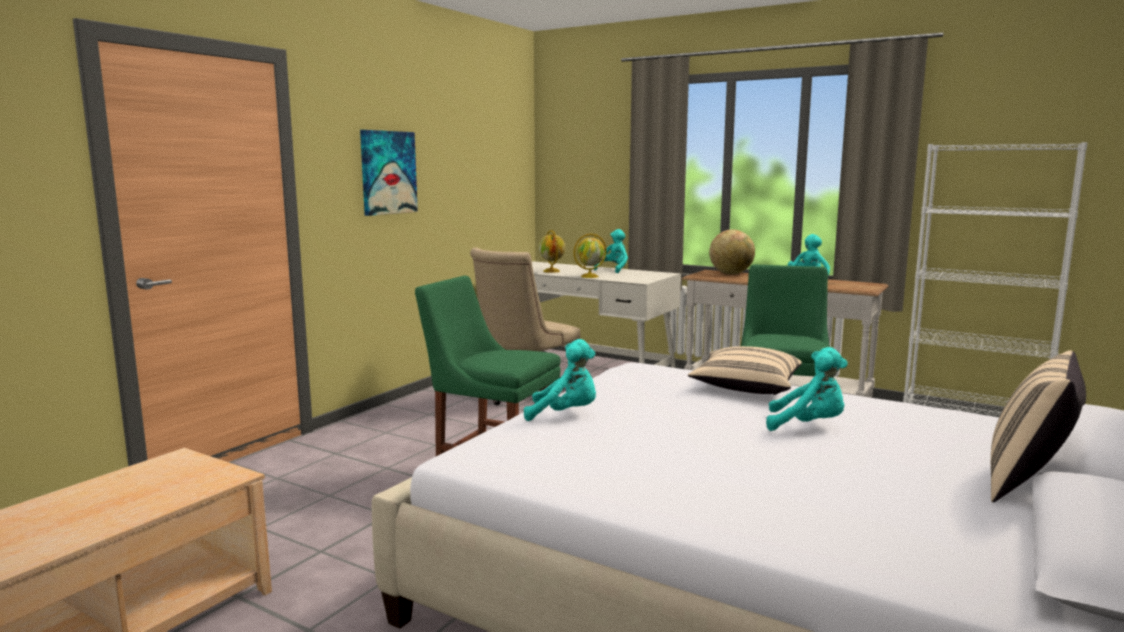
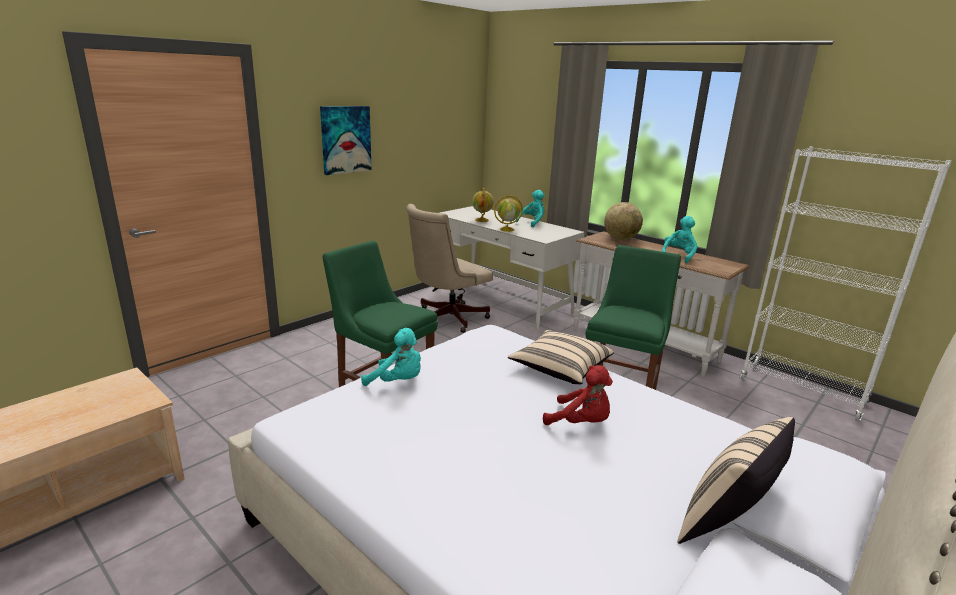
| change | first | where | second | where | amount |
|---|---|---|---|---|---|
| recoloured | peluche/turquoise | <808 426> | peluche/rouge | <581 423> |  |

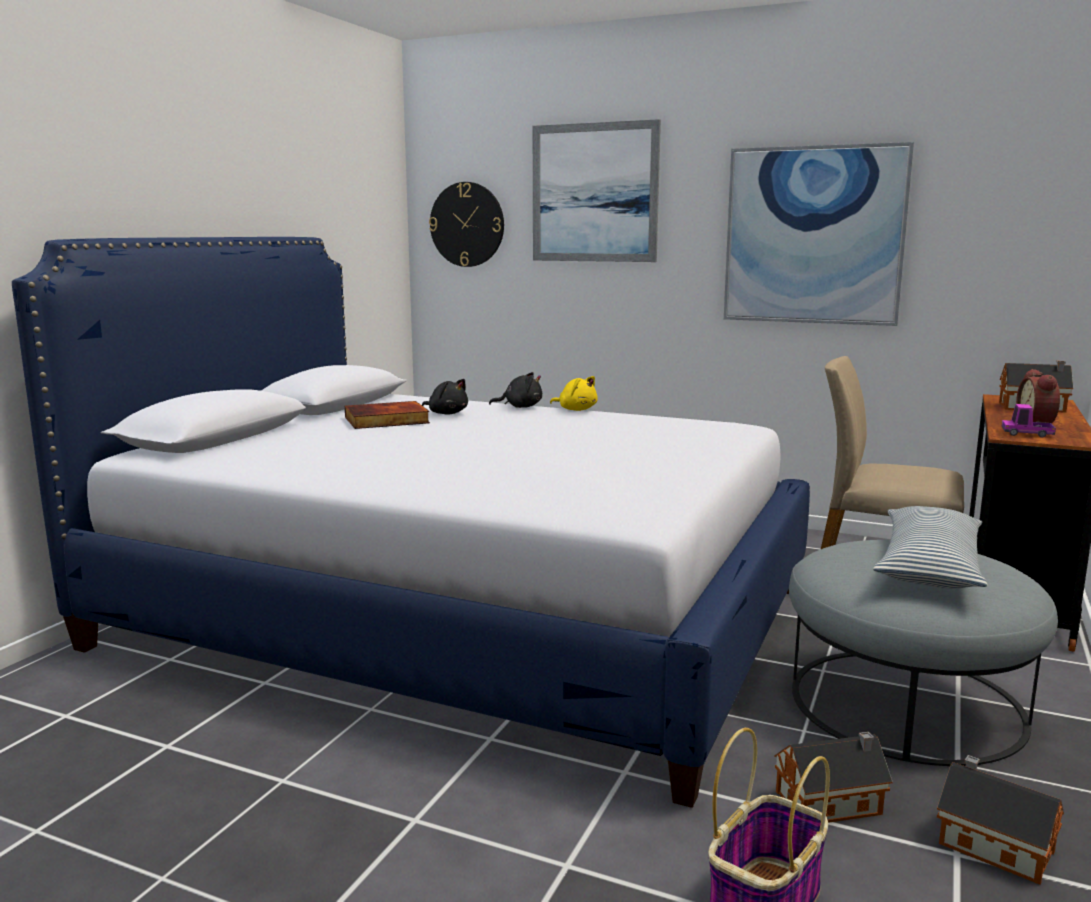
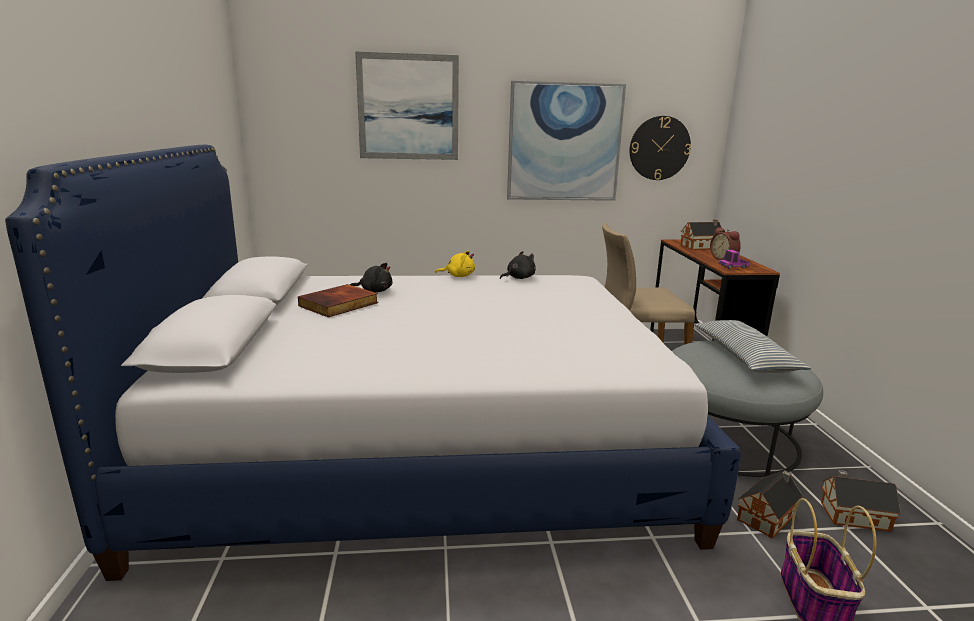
| change | first | where | second | where | amount |
|---|---|---|---|---|---|
| moved | peluche/noir | <520 407> |  | <518 278> |  |
| moved | horloge murale | <467 224> |  | <659 148> |  |

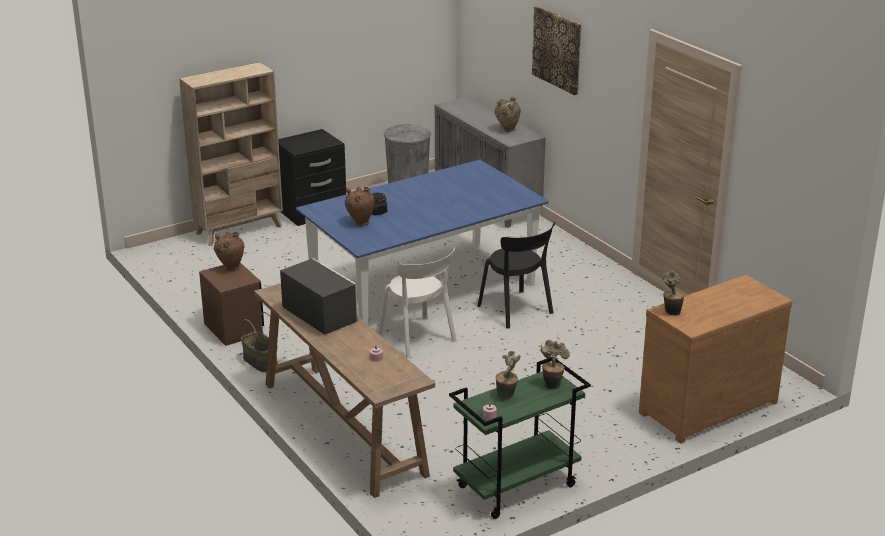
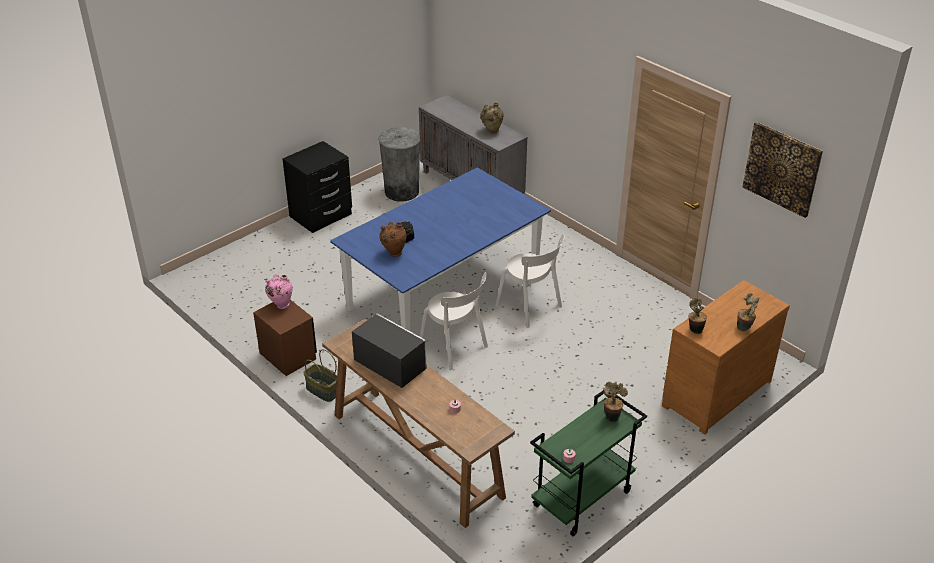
| change | first | where | second | where | amount |
|---|---|---|---|---|---|
| recoloured | vase/marron | <231 268> | vase/rose | <281 305> |  |
| recoloured | chaise/noir | <517 311> | chaise/blanc | <530 307> |  |
| moved | plante en pot | <507 396> |  | <745 328> |  |
| moved | tableau | <557 50> |  | <782 168> |  |
| removed | bibliothèque/beige | <240 230> |  |  |  |

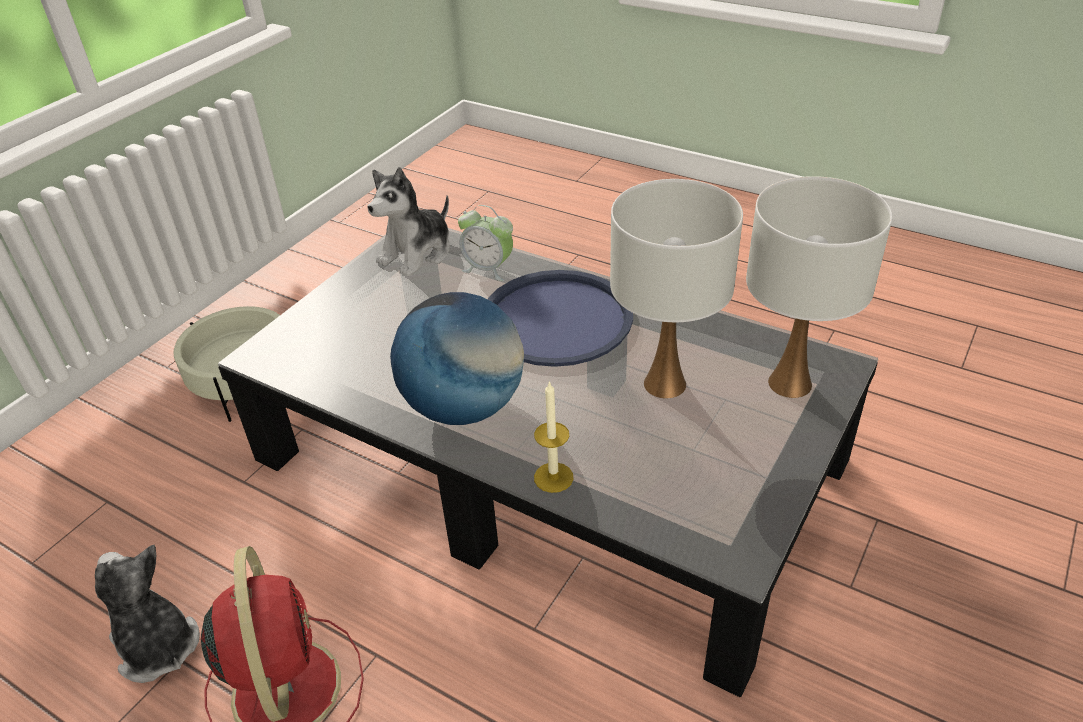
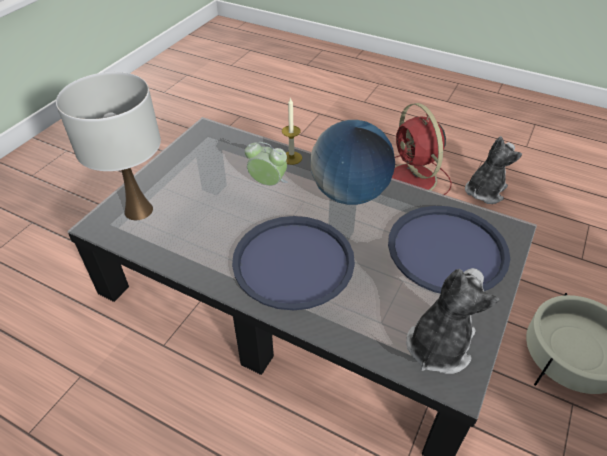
| change | first | where | second | where | amount |
|---|---|---|---|---|---|
| moved | réveil | <488 269> |  | <268 183> |  |
| added |  |  | plateau/bleu | <447 250> |  |
| turned | peluche | <157 646> |  | <484 191> | 90 degrees counterclockwise |
| removed | lampe de table/blanc | <665 384> |  |  |  |

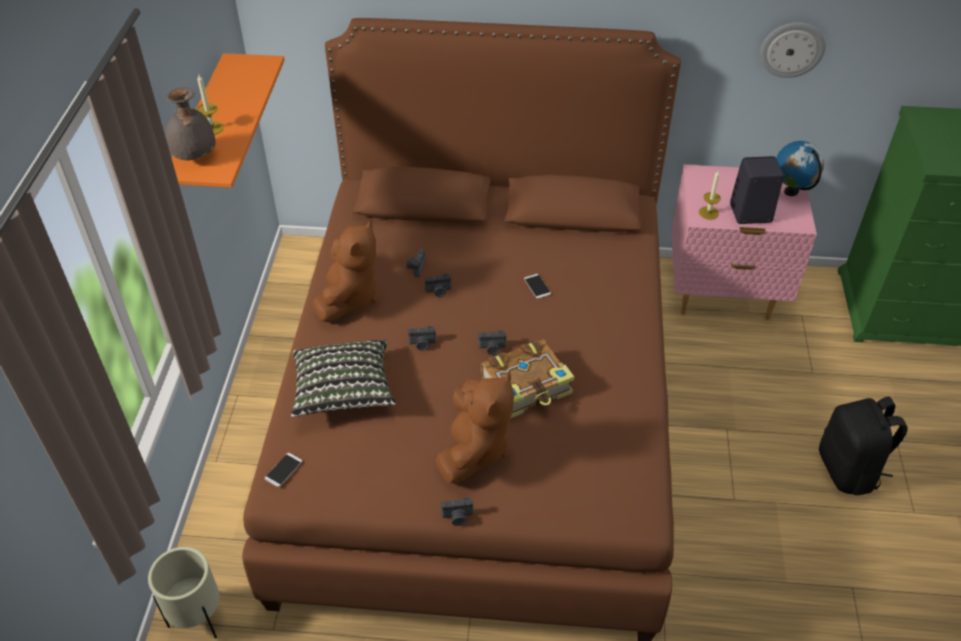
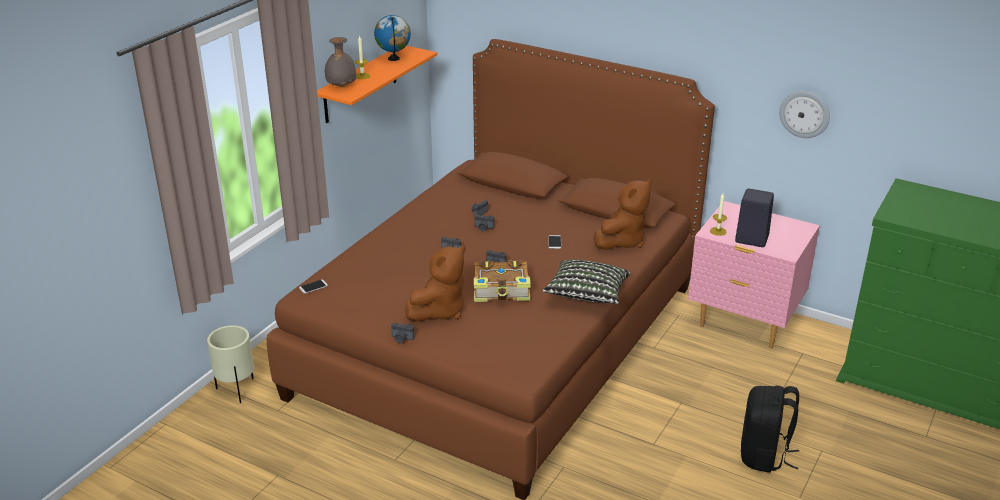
| change | first | where | second | where | amount |
|---|---|---|---|---|---|
| moved | globe | <791 191> |  | <394 59> |  |
| moved | coussin | <343 391> |  | <587 295> |  |
| moved | peluche/marron | <349 297> |  | <622 241> |  |

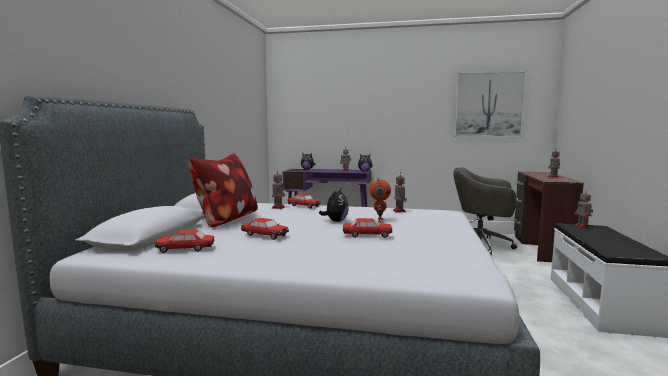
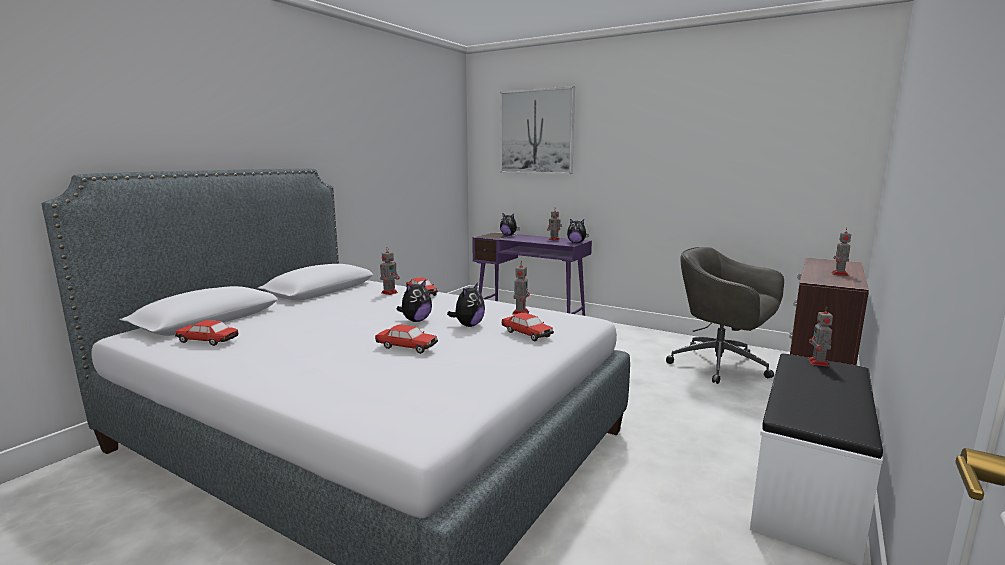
| change | first | where | second | where | amount |
|---|---|---|---|---|---|
| replaced | robot jouet | <379 220> | peluche | <468 325> |  |
| moved | tableau | <488 104> |  | <536 132> |  |
| moved | petite voiture | <264 235> |  | <526 334> |  |
| removed | coussin | <226 220> |  |  |  |

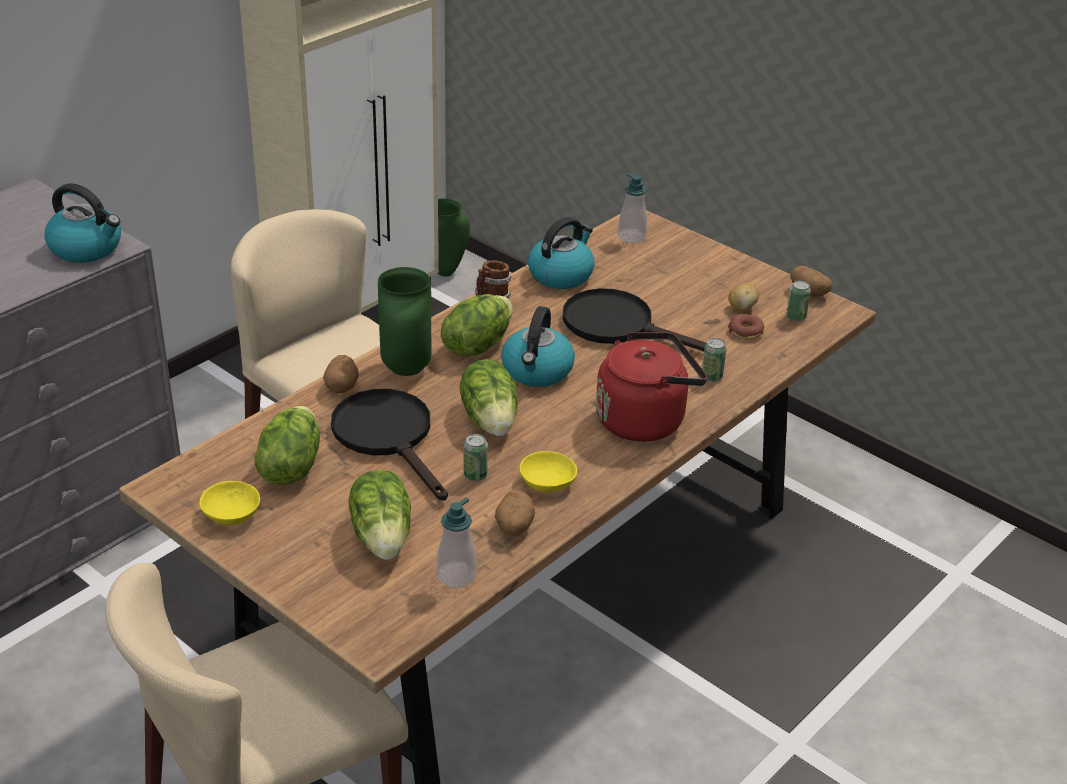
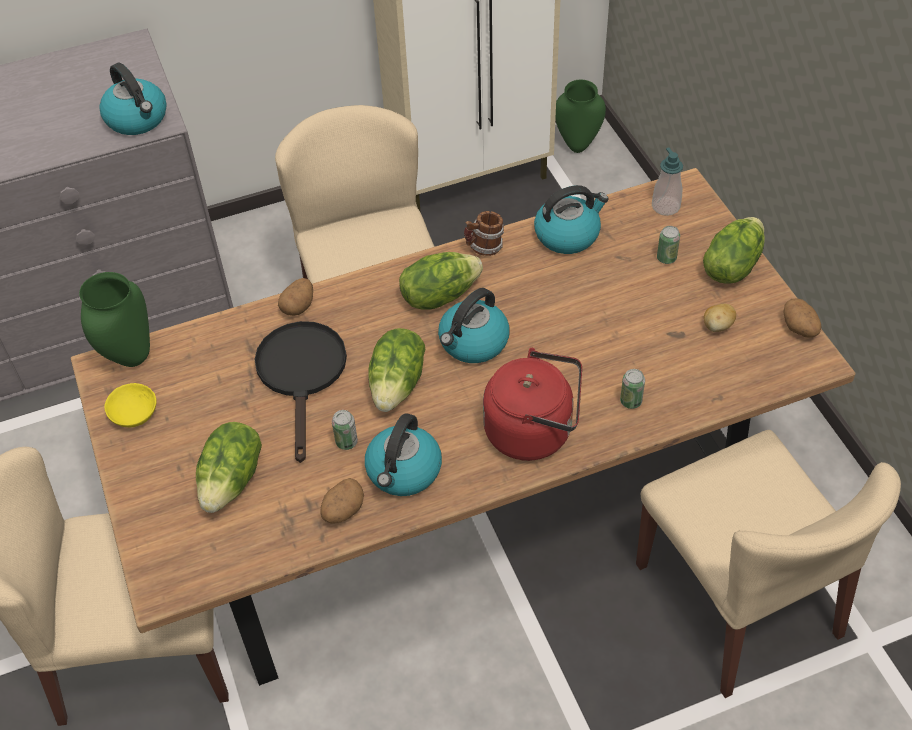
| change | first | where | second | where | amount |
|---|---|---|---|---|---|
| moved | vase/vert | <407 369> |  | <131 358> |  |
| replaced | bol/jaune | <549 481> | bouilloire | <404 471> |  |
| added |  |  | chaise/beige | <738 600> |  |
| moved | boîte métallique | <795 317> |  | <666 258> |  |
| moved | laitue | <290 467> |  | <731 266> |  |
| removed | distributeur de savon | <456 576> |  |  |  |
| removed | poêle/noir | <619 326> |  |  |  |
| removed | beignet | <745 332> |  |  |  |

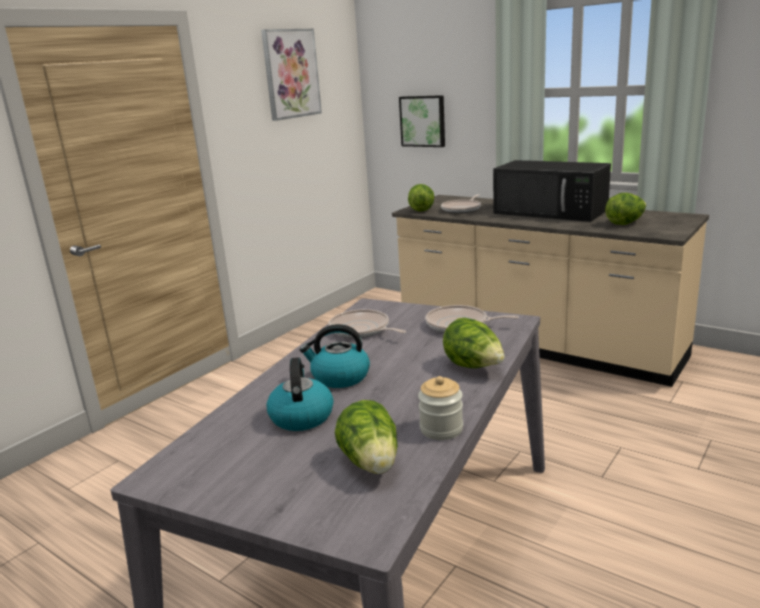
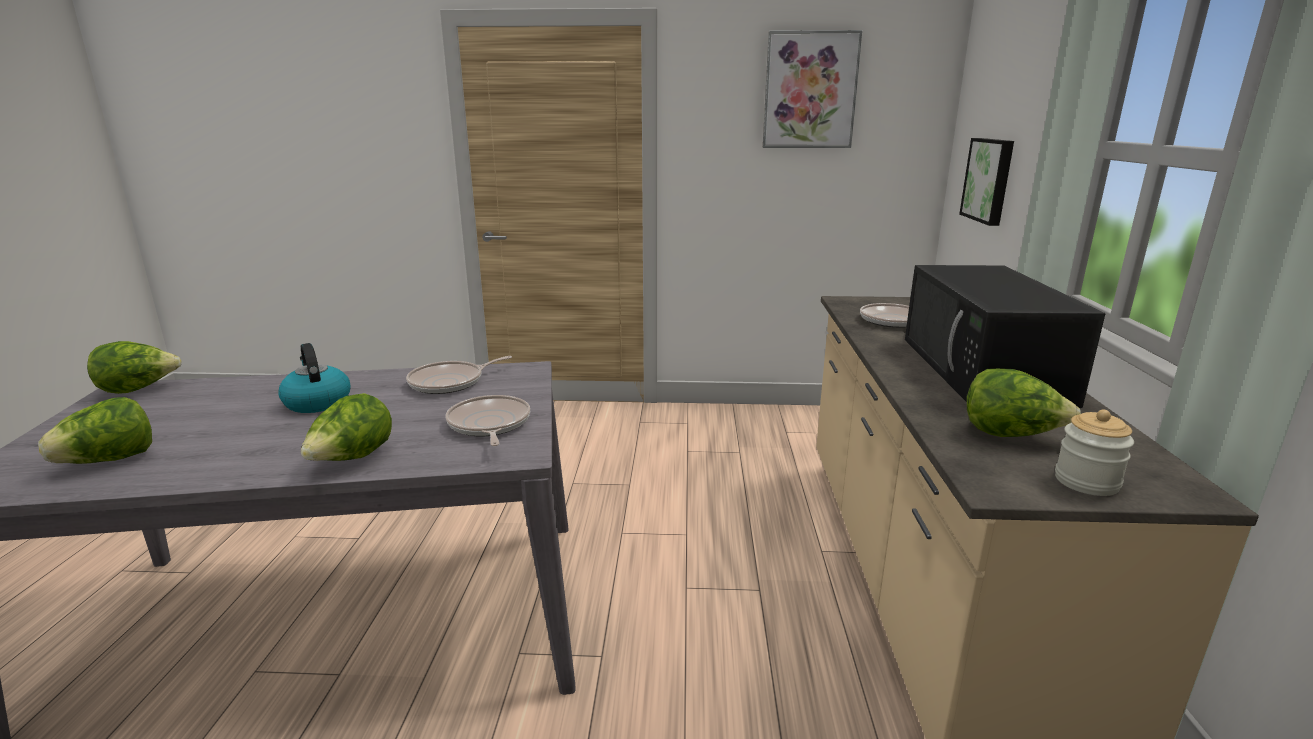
| change | first | where | second | where | amount |
|---|---|---|---|---|---|
| moved | laitue | <421 210> |  | <139 389> |  |
| turned | poêle | <362 330> |  | <450 382> | 135 degrees counterclockwise |
| moved | bocal | <441 429> |  | <1086 482> |  |
| removed | bouilloire | <301 416> |  |  |  |

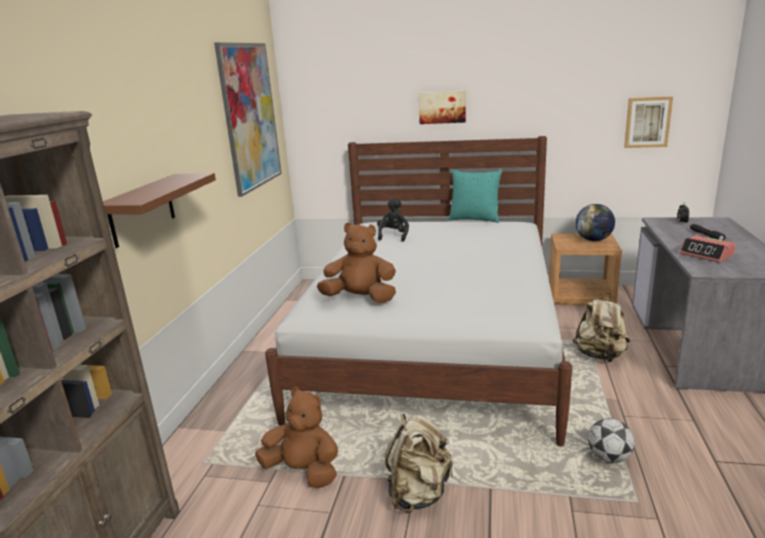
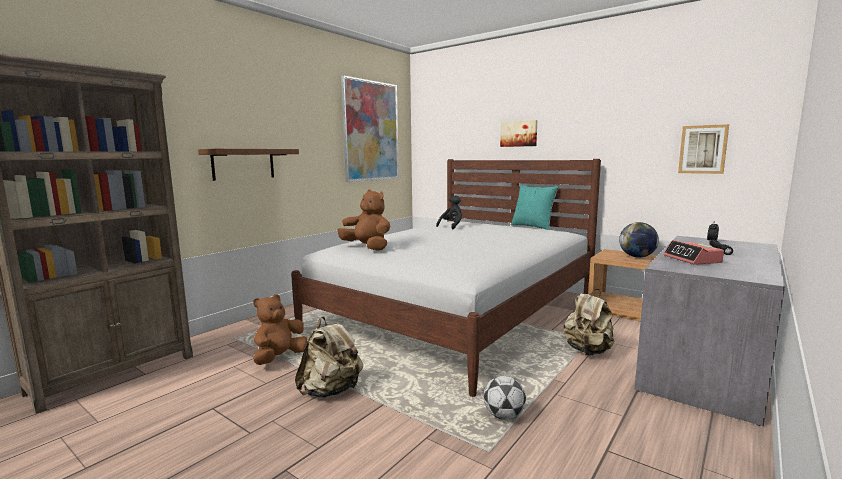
| change | first | where | second | where | amount |
|---|---|---|---|---|---|
| turned | peluche/marron | <303 471> |  | <279 358> | 105 degrees counterclockwise |

